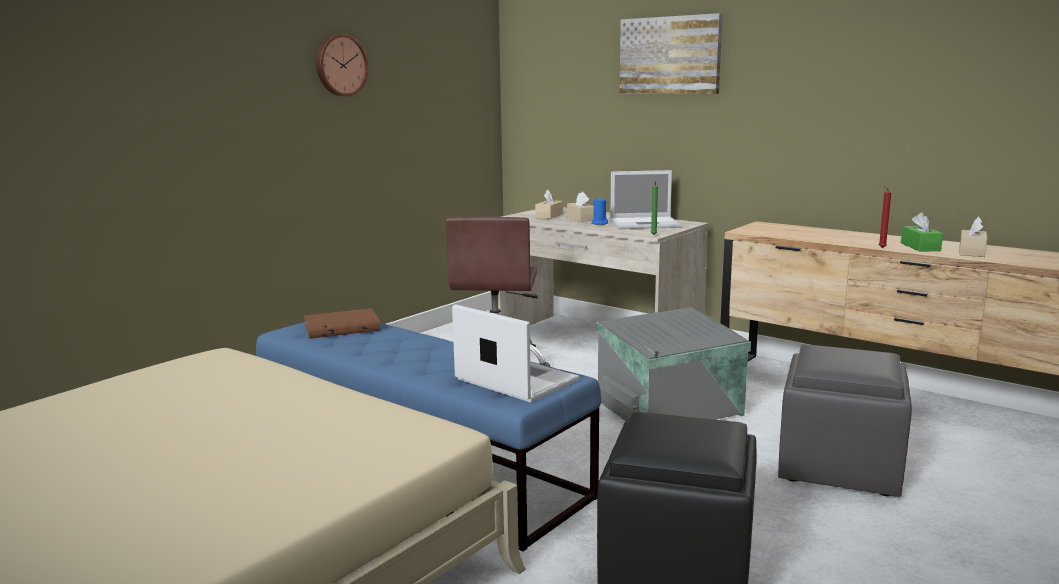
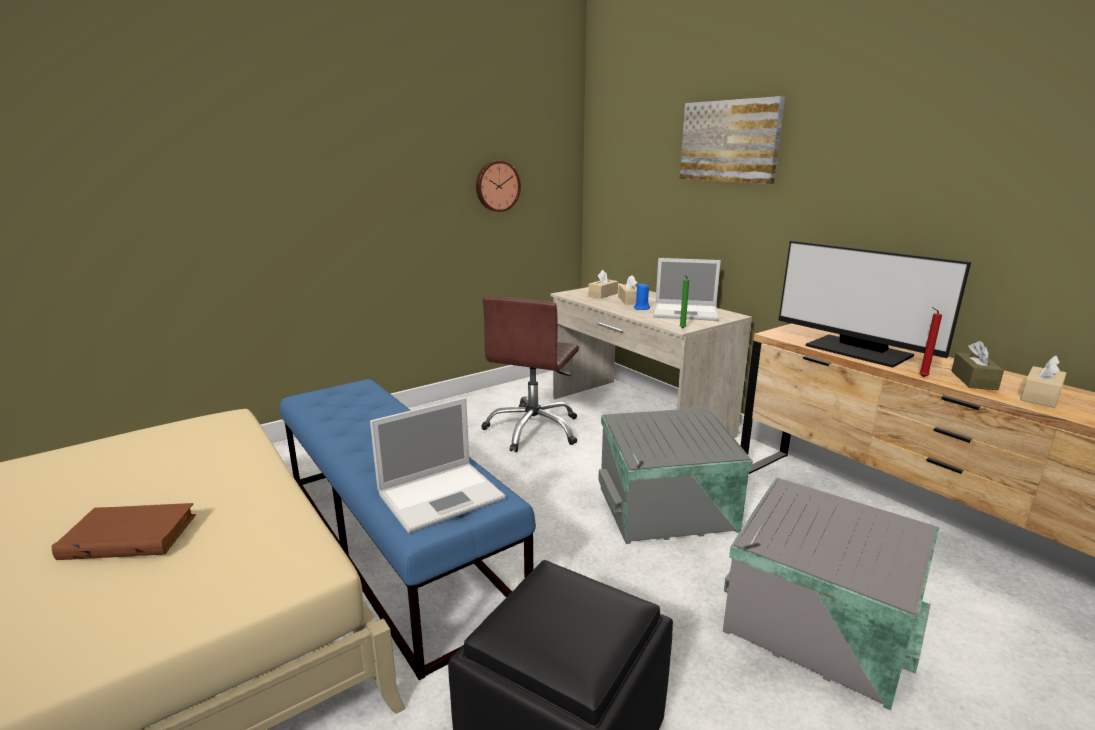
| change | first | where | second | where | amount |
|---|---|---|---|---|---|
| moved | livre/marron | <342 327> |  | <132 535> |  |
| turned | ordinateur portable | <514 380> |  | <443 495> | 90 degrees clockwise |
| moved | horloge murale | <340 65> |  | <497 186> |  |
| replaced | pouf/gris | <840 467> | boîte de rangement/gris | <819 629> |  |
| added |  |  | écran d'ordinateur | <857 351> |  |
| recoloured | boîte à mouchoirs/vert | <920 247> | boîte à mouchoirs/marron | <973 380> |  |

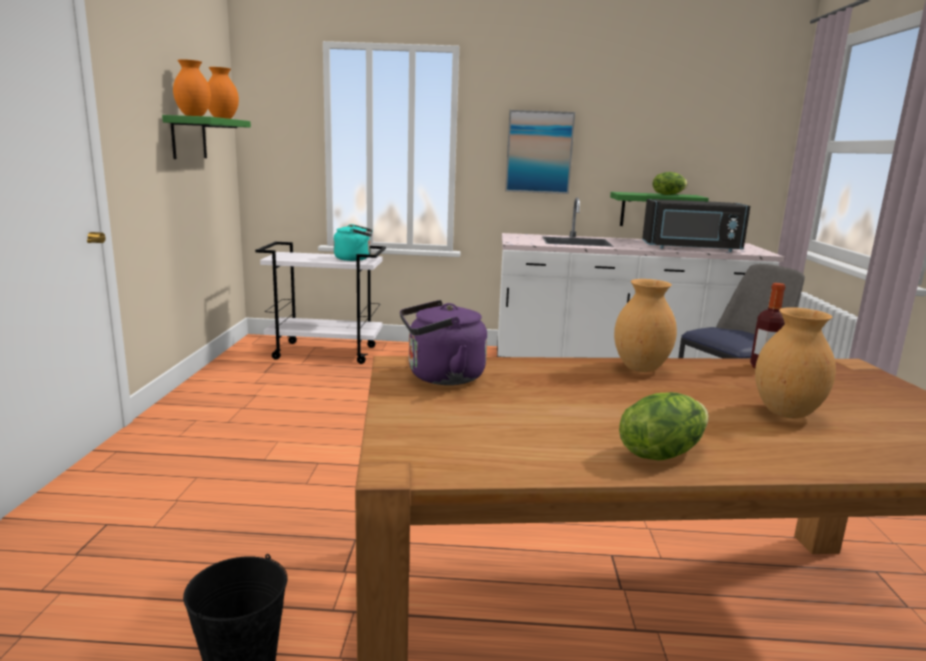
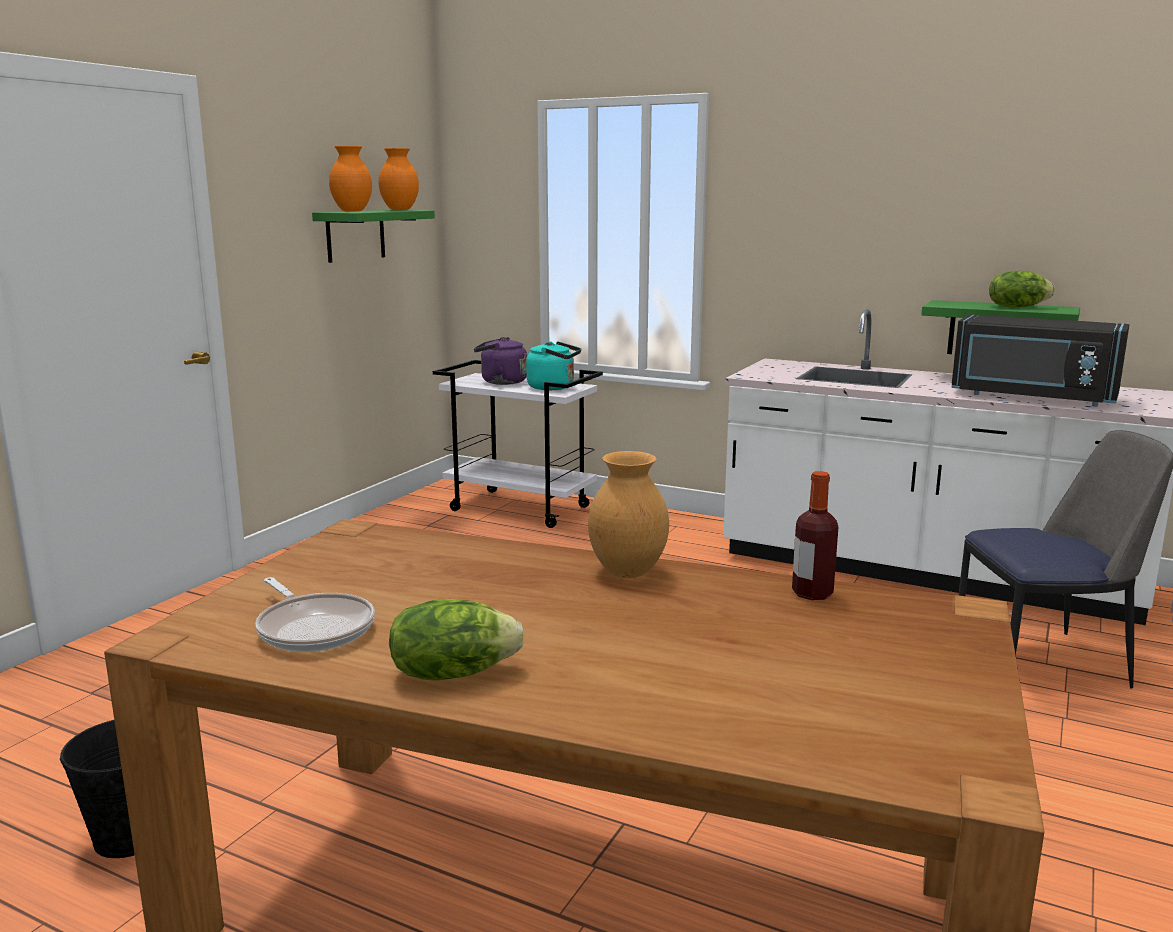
| change | first | where | second | where | amount |
|---|---|---|---|---|---|
| added |  |  | poêle | <314 628> |  |
| moved | bouilloire/violet | <441 377> |  | <500 382> |  |
| removed | tableau | <539 152> |  |  |  |
| removed | vase/marron | <785 413> |  |  |  |

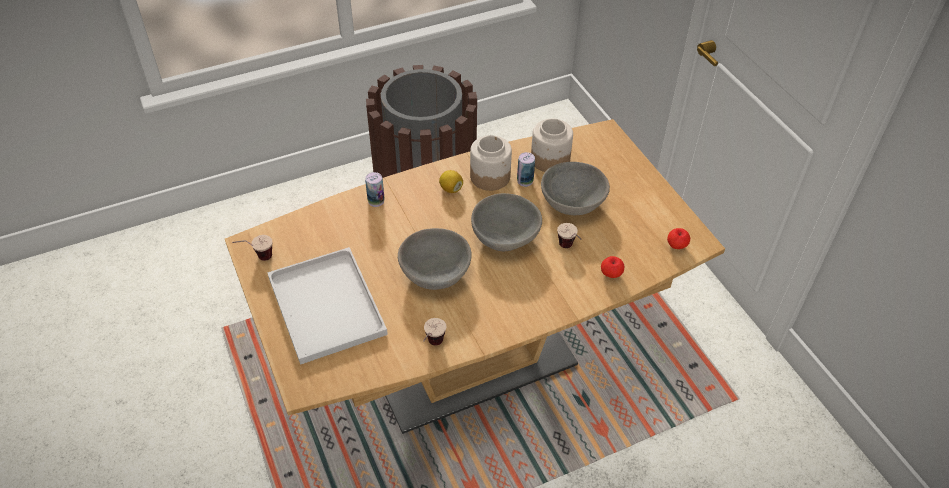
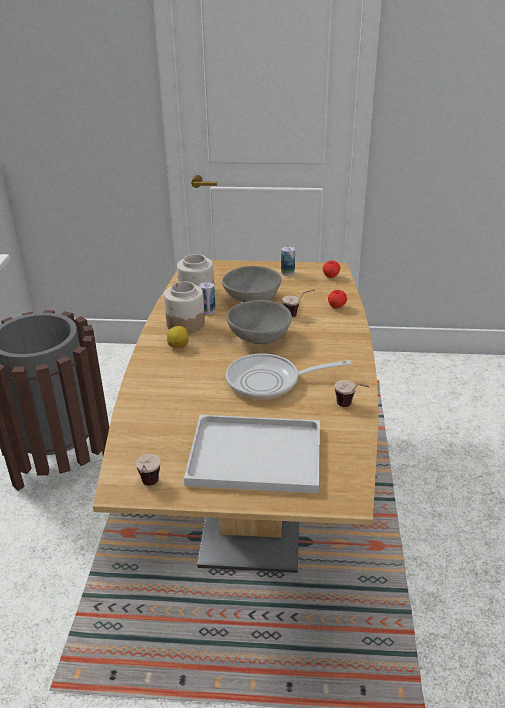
| change | first | where | second | where | amount |
|---|---|---|---|---|---|
| replaced | bol/gris | <435 274> | poêle | <269 381> |  |
| moved | boîte métallique | <376 201> |  | <287 273> |  |

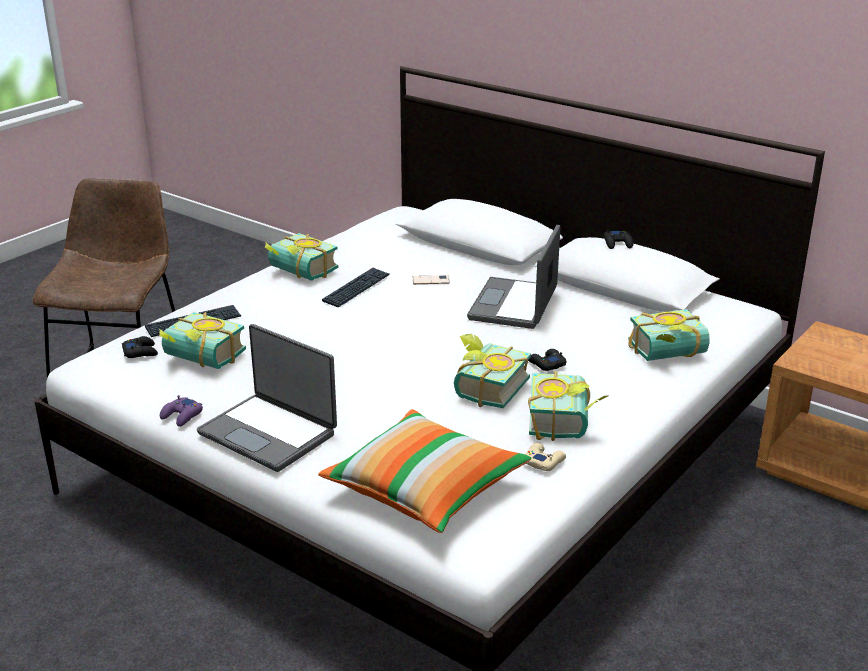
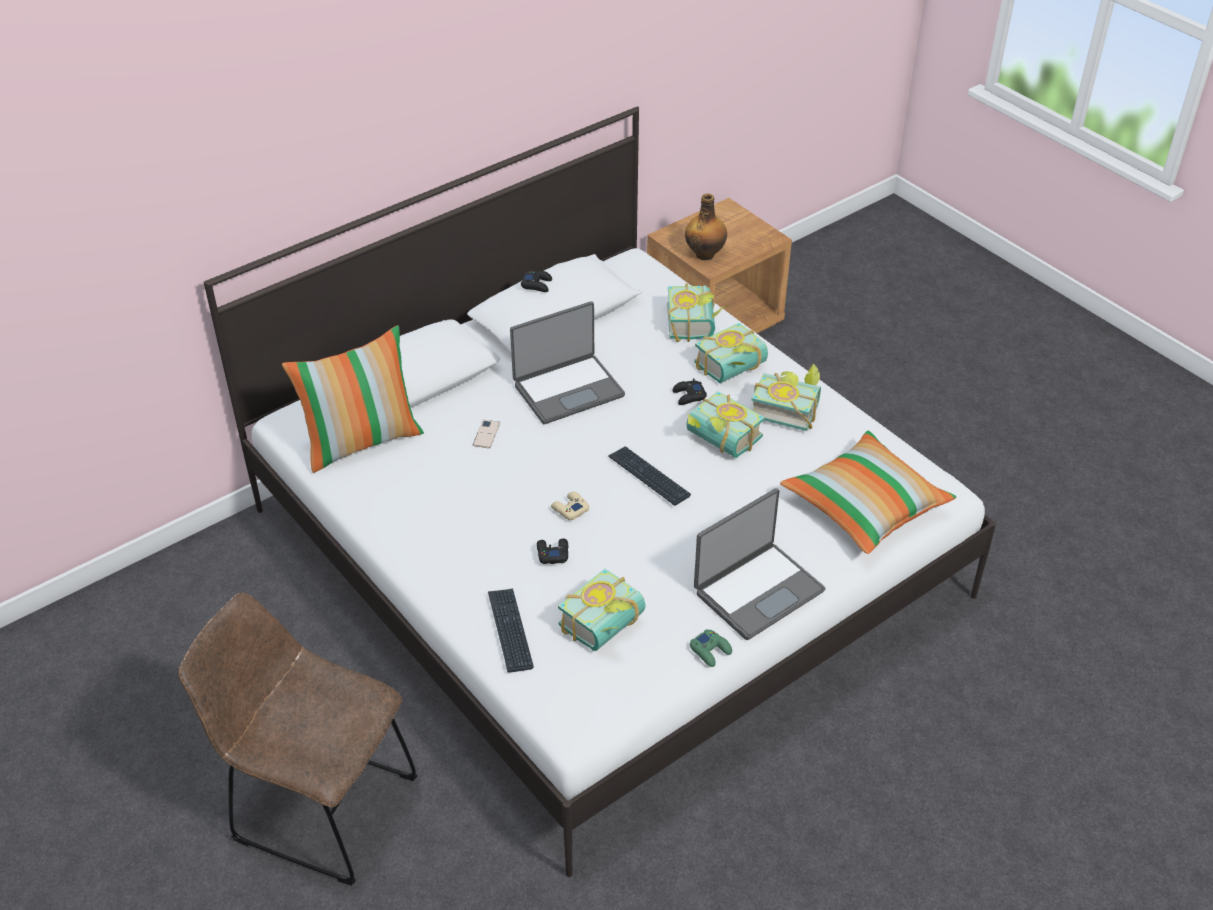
| change | first | where | second | where | amount |
|---|---|---|---|---|---|
| added |  |  | coussin | <362 441> |  |
| turned | ordinateur portable | <515 305> |  | <568 389> | 60 degrees counterclockwise |
| moved | manette/noir | <140 352> |  | <552 553> |  |
| moved | manette/beige | <543 461> |  | <570 509> |  |
| moved | clavier | <356 288> |  | <649 477> |  |
| added |  |  | bouteille | <705 254> |  |
| recoloured | manette/violet | <182 416> | manette/vert | <710 651> |  |
| moved | livre | <299 273> |  | <734 370> |  |

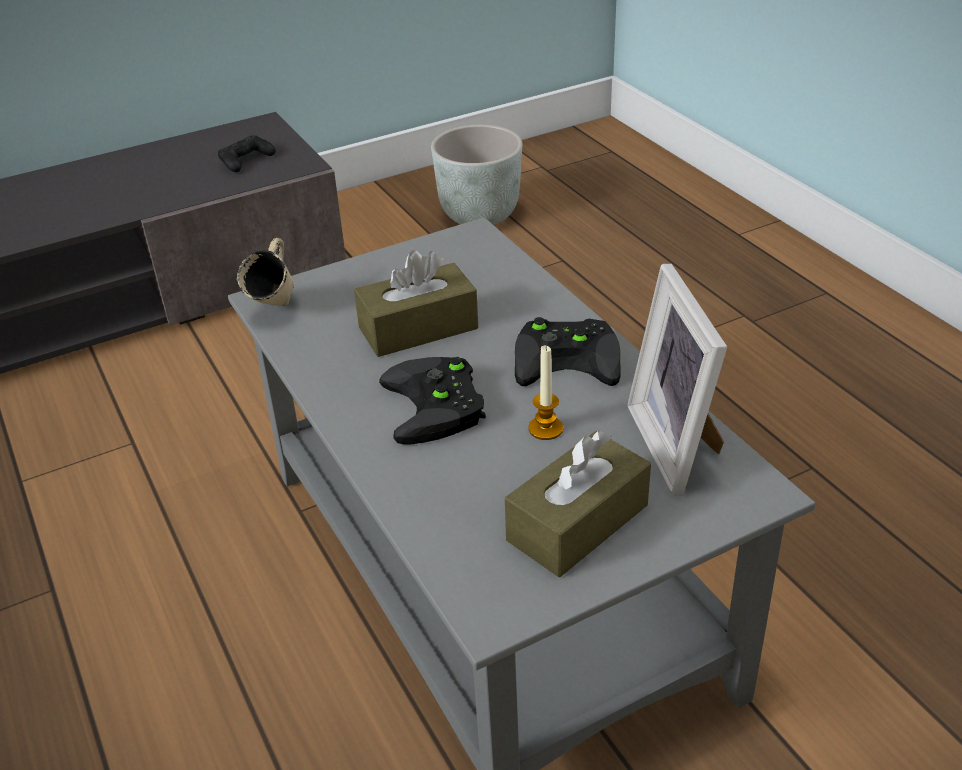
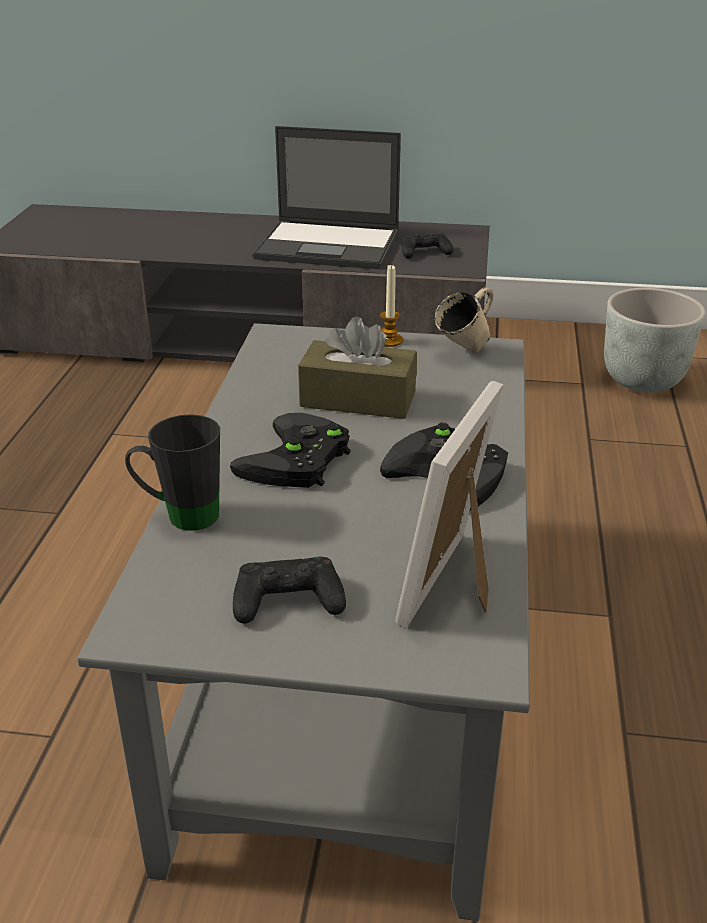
| change | first | where | second | where | amount |
|---|---|---|---|---|---|
| added |  |  | mug/noir | <180 515> |  |
| replaced | boîte à mouchoirs/marron | <577 523> | manette/noir | <288 600> |  |
| added |  |  | ordinateur portable | <330 245> |  |
| moved | bougie | <545 429> |  | <389 340> |  |
| moved | mug/beige | <275 310> |  | <464 353> |  |

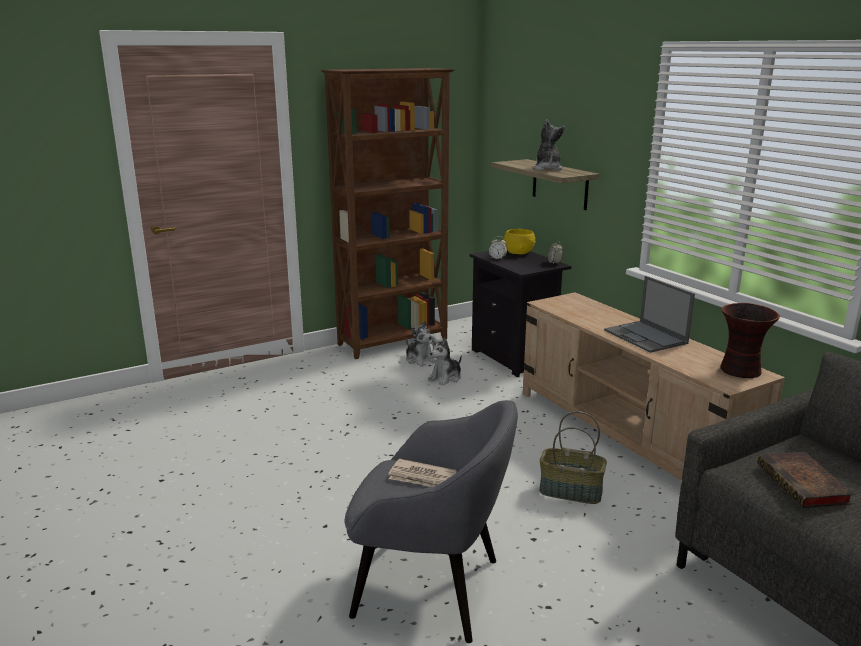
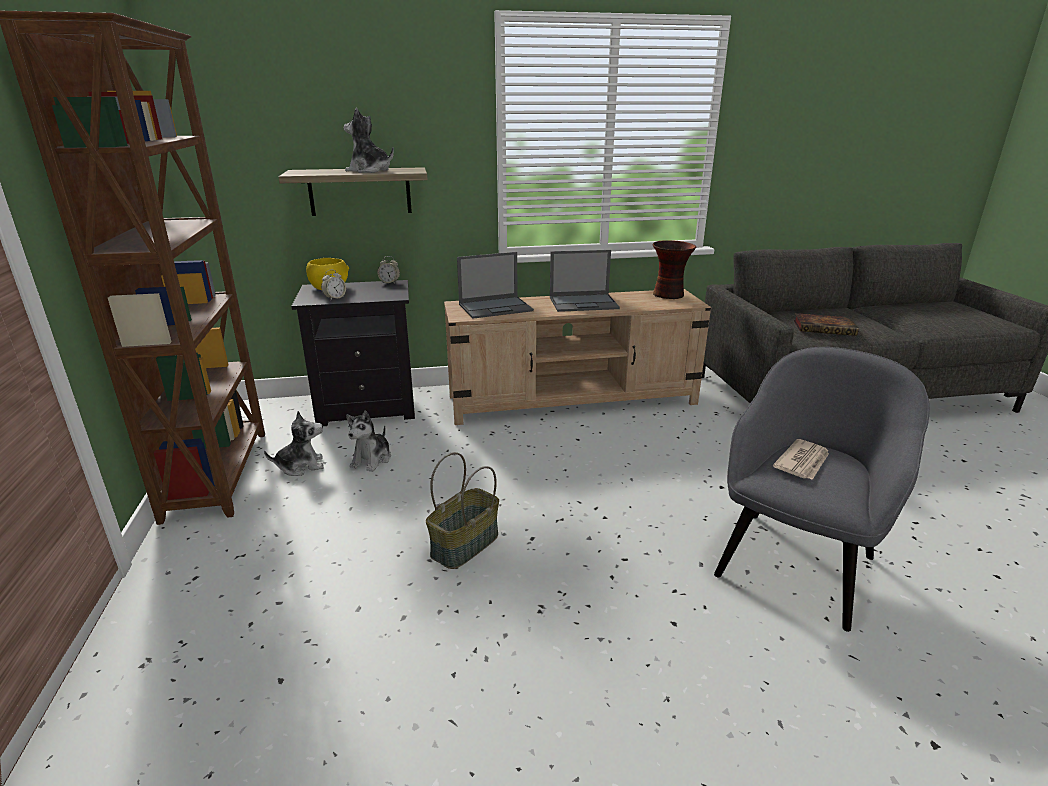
| change | first | where | second | where | amount |
|---|---|---|---|---|---|
| turned | peluche | <446 378> |  | <372 459> | 45 degrees clockwise |
| moved | panier | <570 492> |  | <465 545> |  |
| added |  |  | ordinateur portable | <496 307> |  |

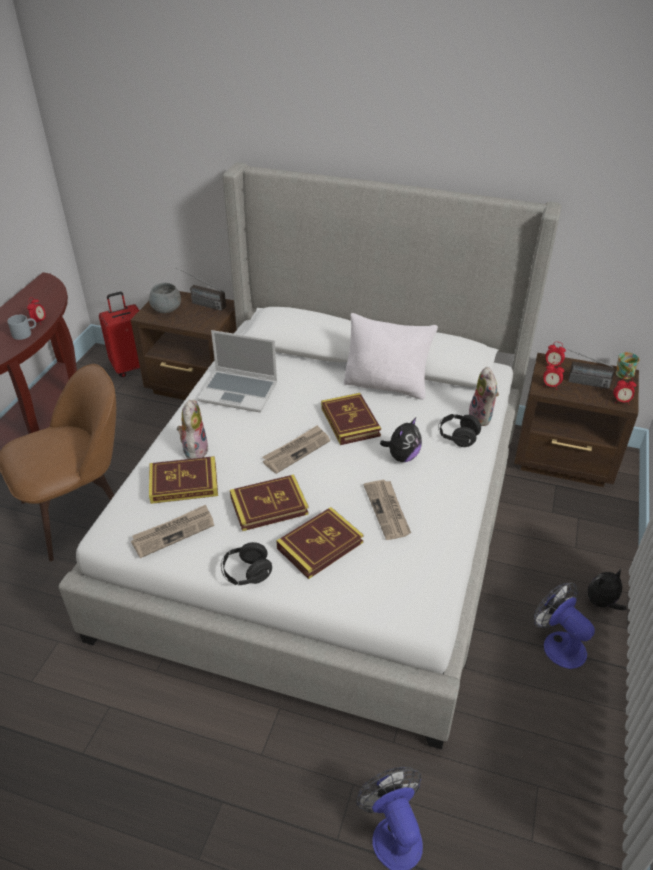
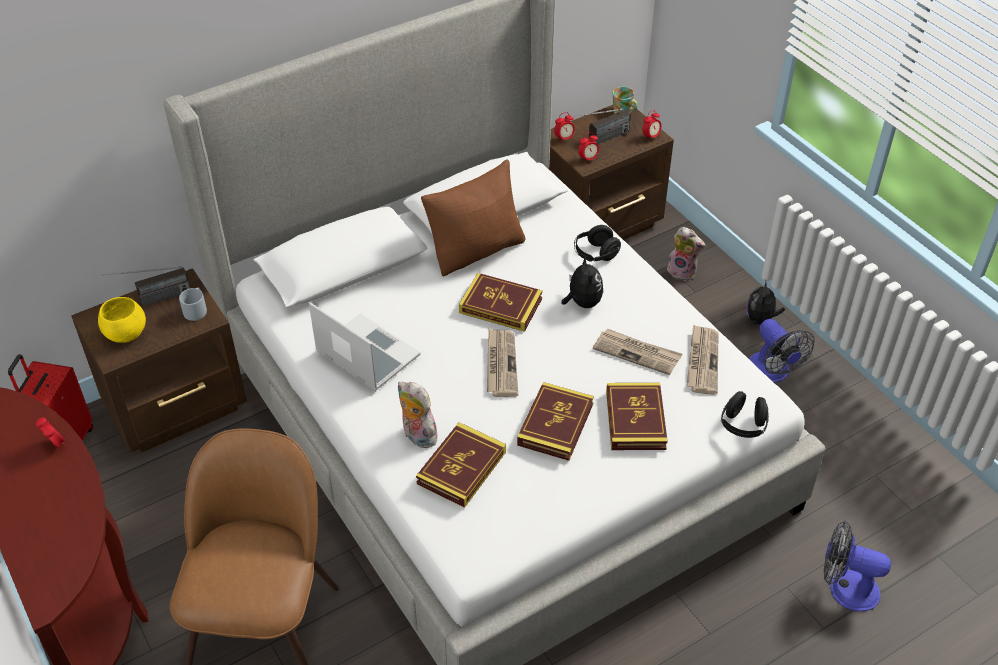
| change | first | where | second | where | amount |
|---|---|---|---|---|---|
| recoloured | bol/gris | <167 309> | bol/jaune | <126 333> |  |
| moved | mug/gris | <25 333> |  | <196 309> |  |
| turned | ordinateur portable | <239 392> |  | <365 354> | 105 degrees counterclockwise |
| recoloured | coussin/blanc | <387 385> | coussin/marron | <477 250> |  |
| moved | peluche | <482 417> |  | <683 271> |  |
| moved | journal | <173 532> |  | <702 361> |  |
| moved | casque audio/noir | <246 573> |  | <743 425> |  |
| turned | ventilateur | <558 644> |  | <772 373> | 120 degrees counterclockwise |

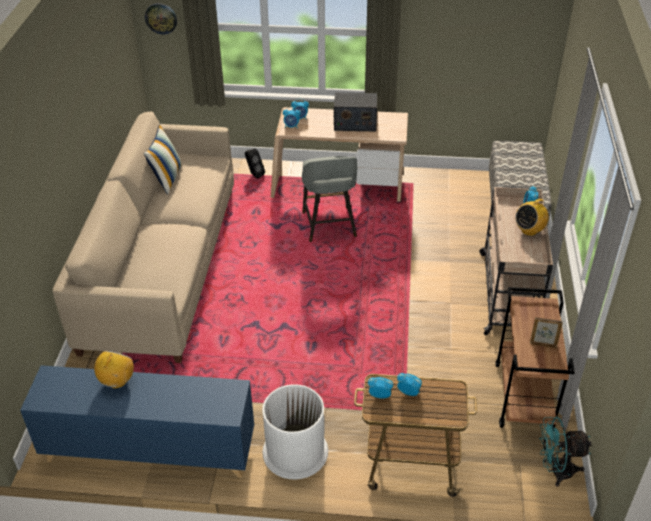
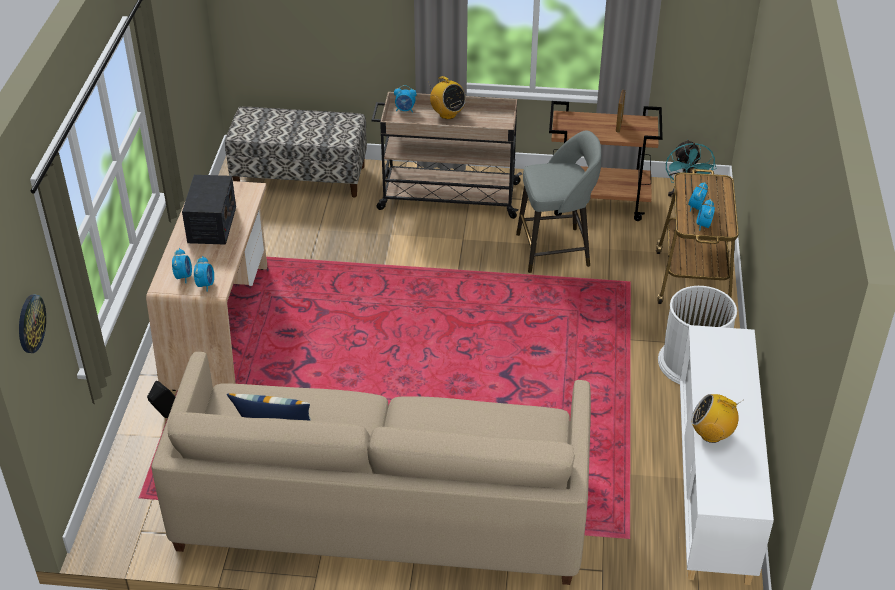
| change | first | where | second | where | amount |
|---|---|---|---|---|---|
| moved | tabouret/gris | <329 226> |  | <555 250> |  |
| recoloured | meuble de rangement/bleu | <149 449> | meuble de rangement/blanc | <713 486> |  |

